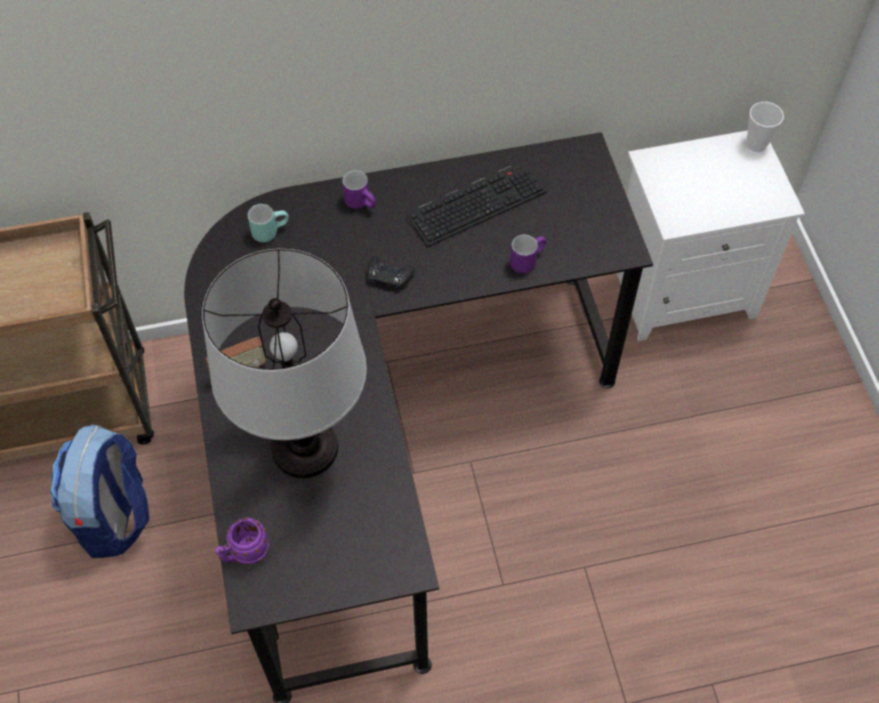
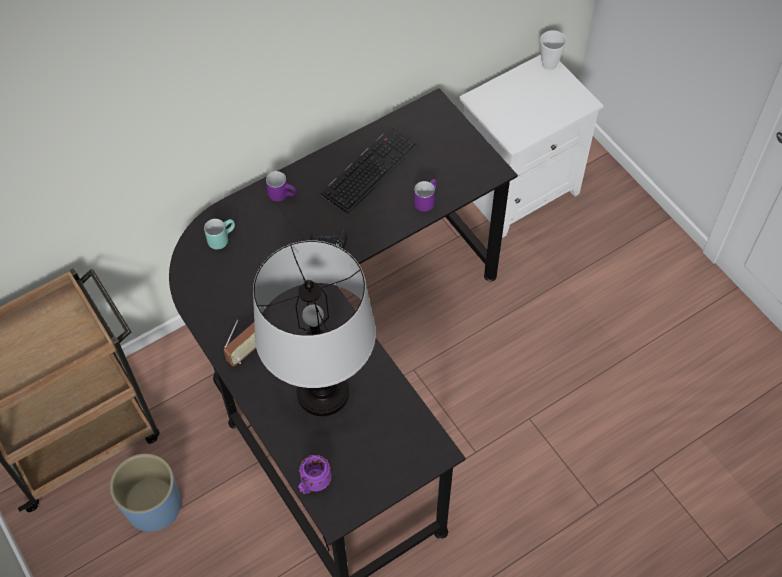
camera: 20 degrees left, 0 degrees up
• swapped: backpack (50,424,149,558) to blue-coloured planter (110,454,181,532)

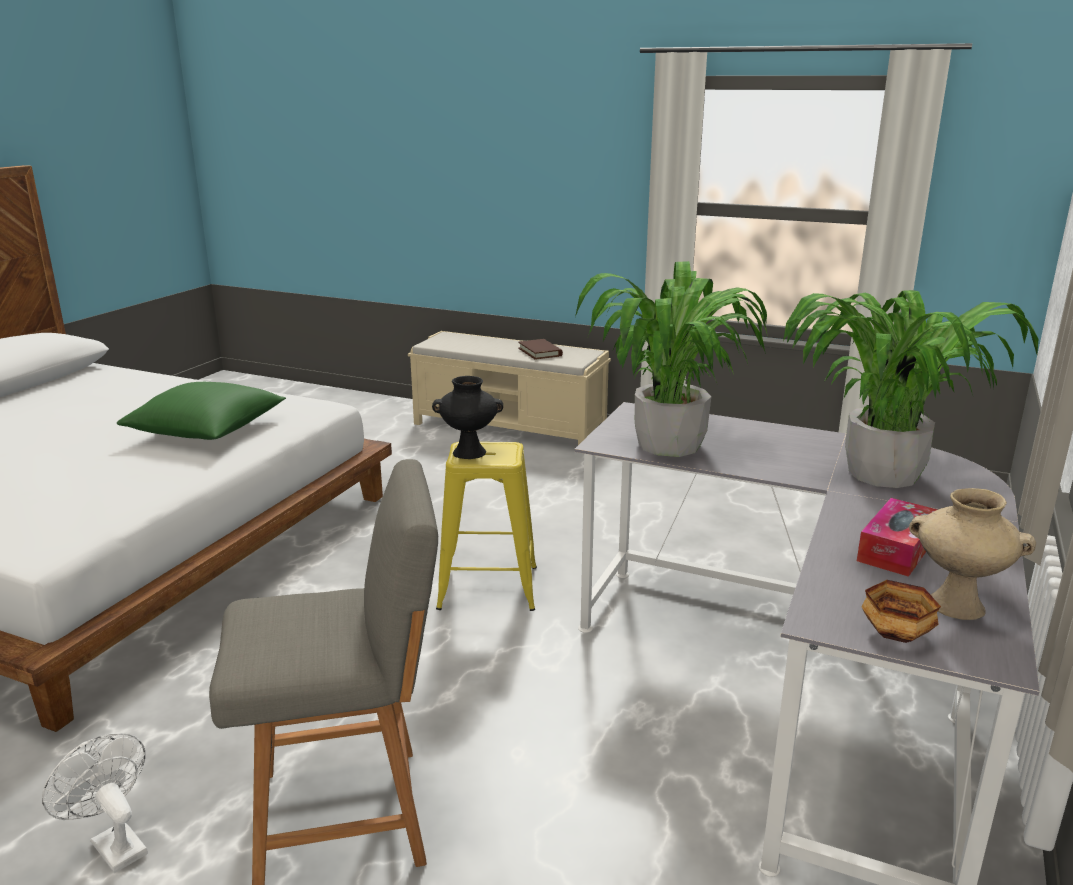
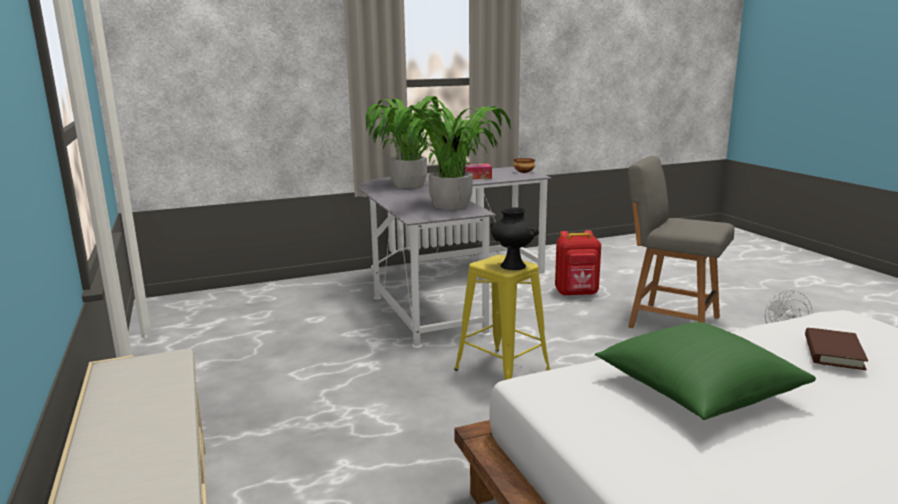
camera: 135 degrees left, 5 degrees down
• shifted: brown-coloured bound book (518,339,563,360) to (805,328,868,370)
• gone: beige-coloured vase (909,488,1036,620)
• new: red backpack (555,230,601,296)

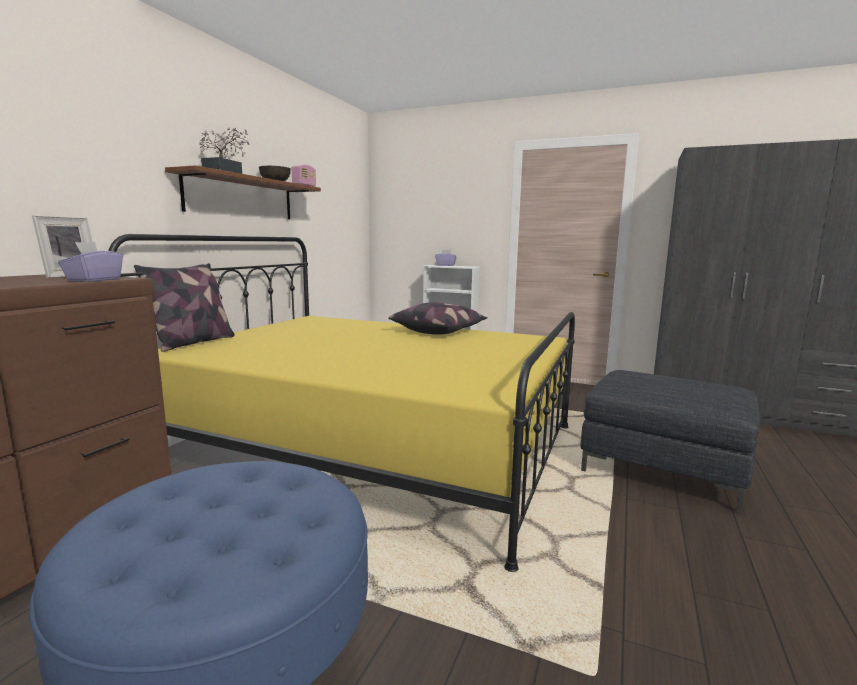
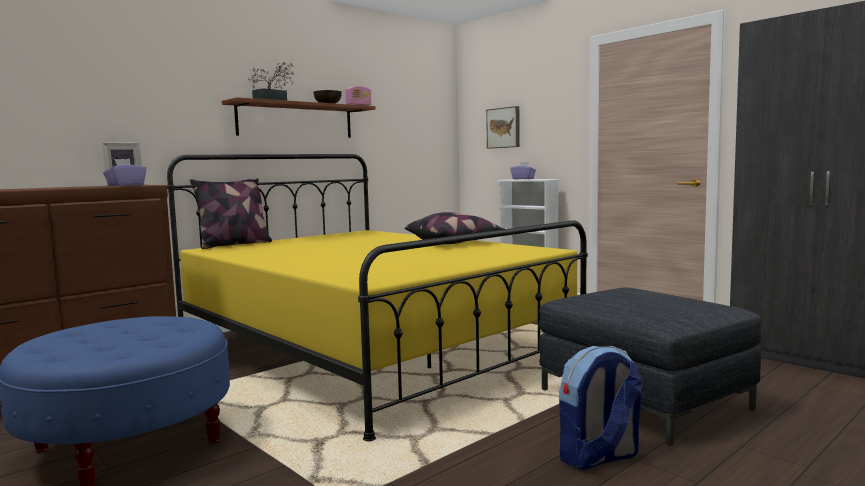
camera: 25 degrees right, 5 degrees down
• new: picture (486,106,520,149)
• new: backpack (559,346,642,470)

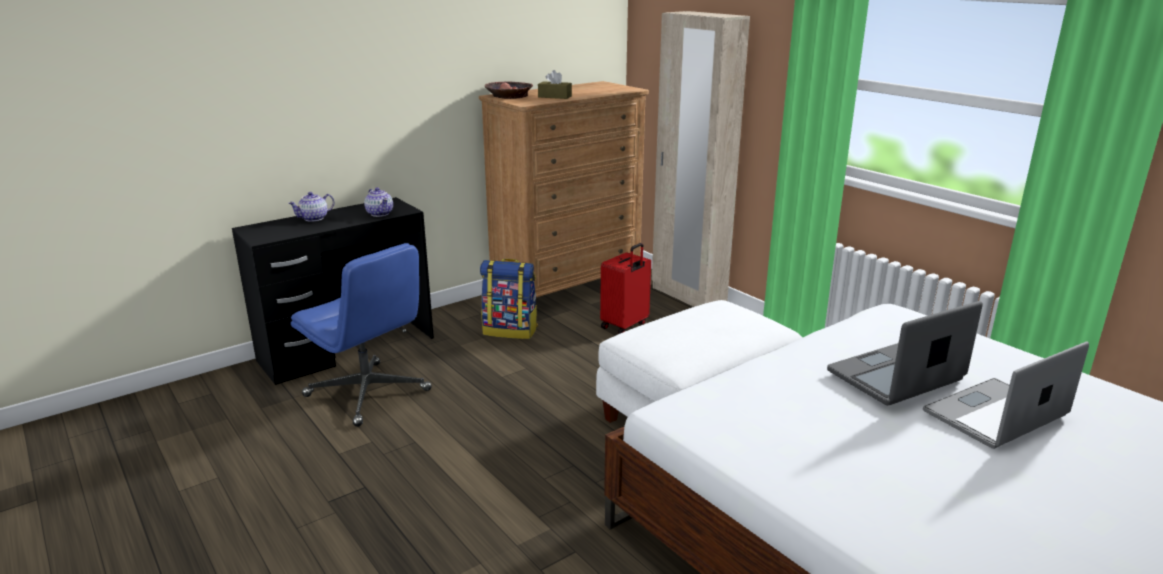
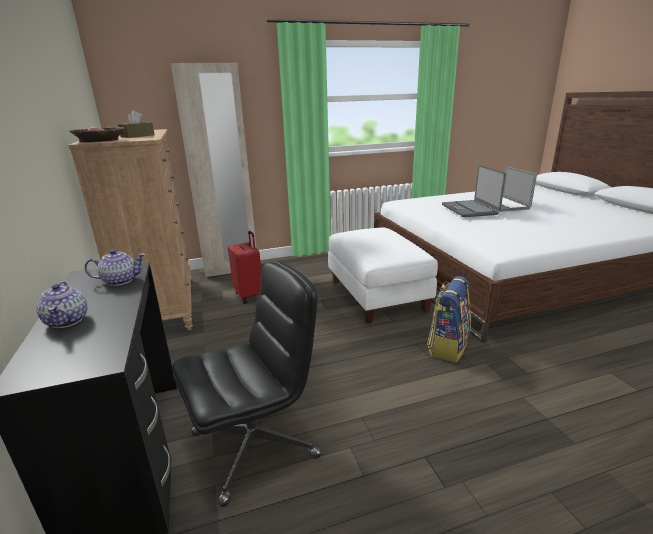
camera: 70 degrees left, 0 degrees up
• repainted: blue-coloured office chair (291,243,432,427) to blackish office chair (173,261,321,507)
• shifted: backpack (480,259,538,339) to (427,276,471,362)

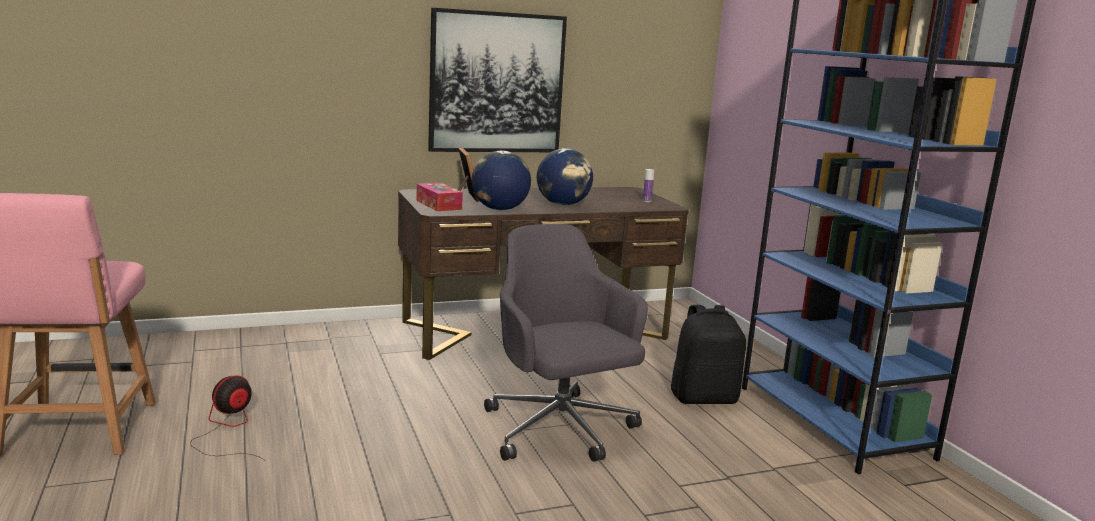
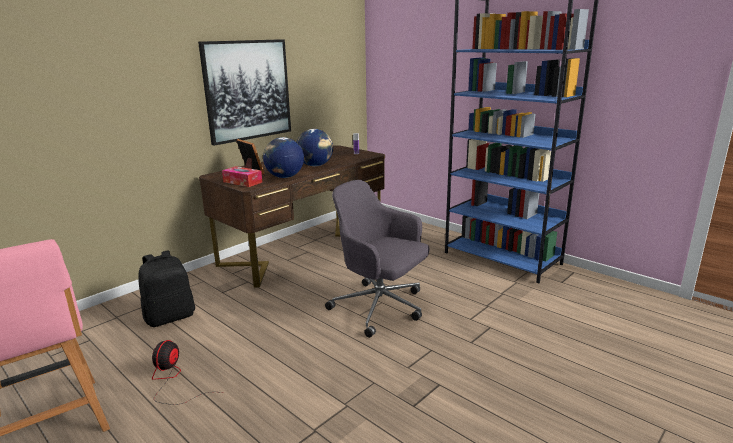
camera: 25 degrees left, 5 degrees up
• shifted: blackish backpack (671,305,746,404) to (138,250,195,327)

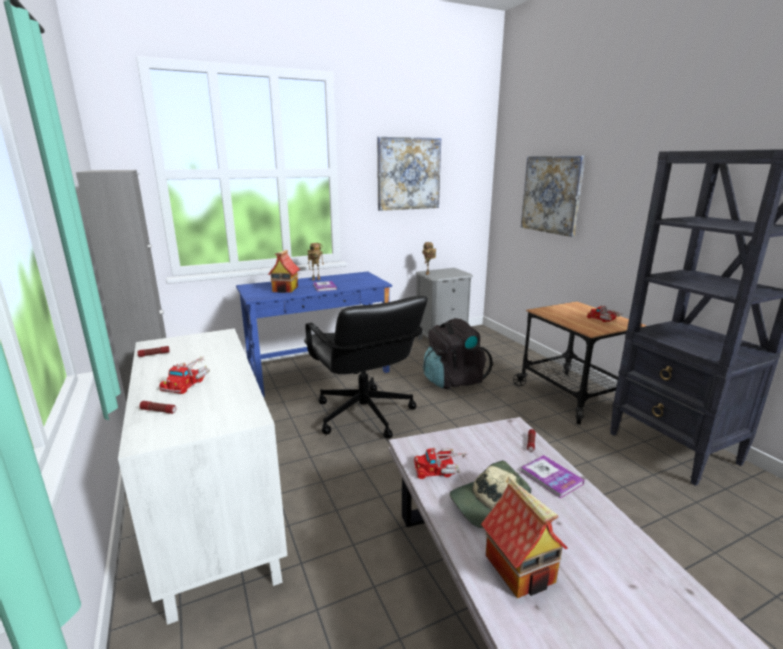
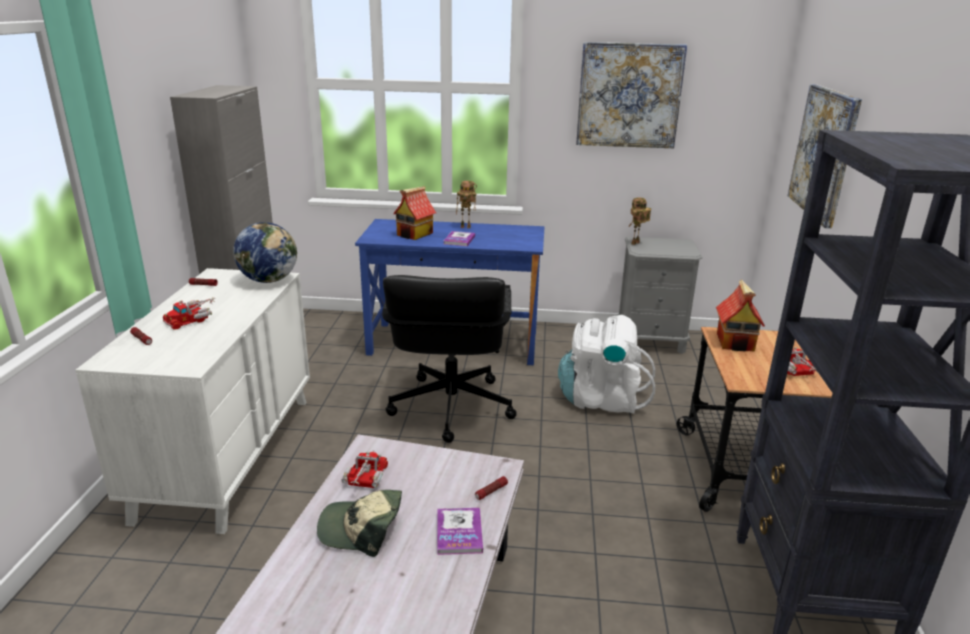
camera: 30 degrees right, 5 degrees up
• repainted: blackish backpack (423,318,492,390) to white-coloured backpack (558,315,655,414)
• rotated: model truck (414,447,469,479) = (341,450,388,488) 75 degrees clockwise
• shifted: model house (481,477,568,598) to (716,279,765,352)
• new: globe (233,222,297,283)

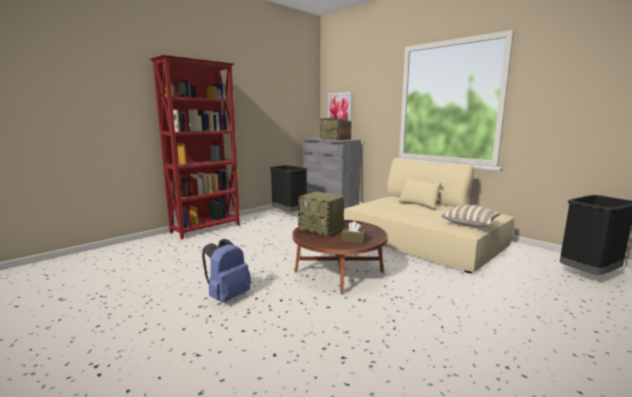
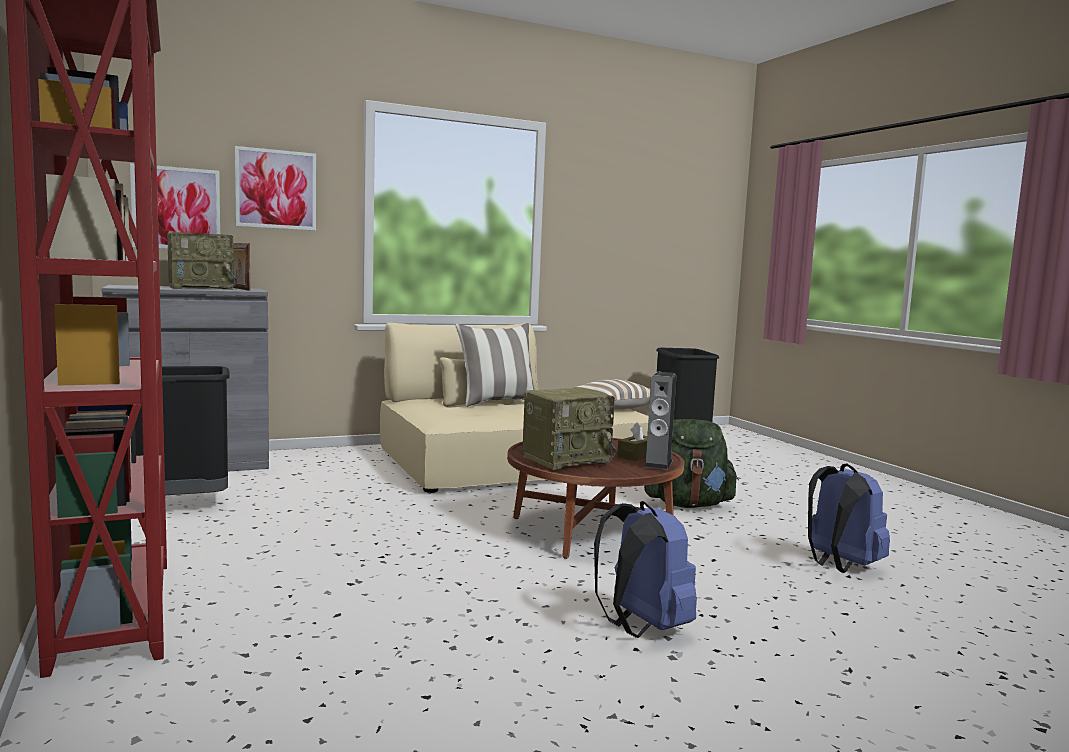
camera: 70 degrees left, 5 degrees down
• new: picture (235,146,316,231)
• new: throw pillow (455,323,535,407)
• new: audio speaker (644,372,676,470)
• new: green backpack (644,419,739,508)
• new: blue-coloured backpack (808,463,890,573)

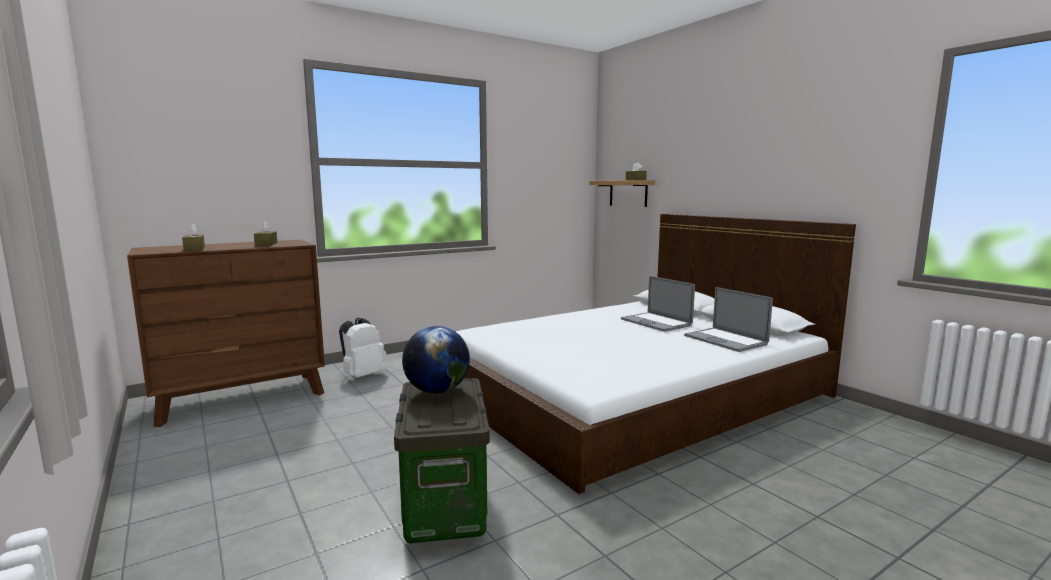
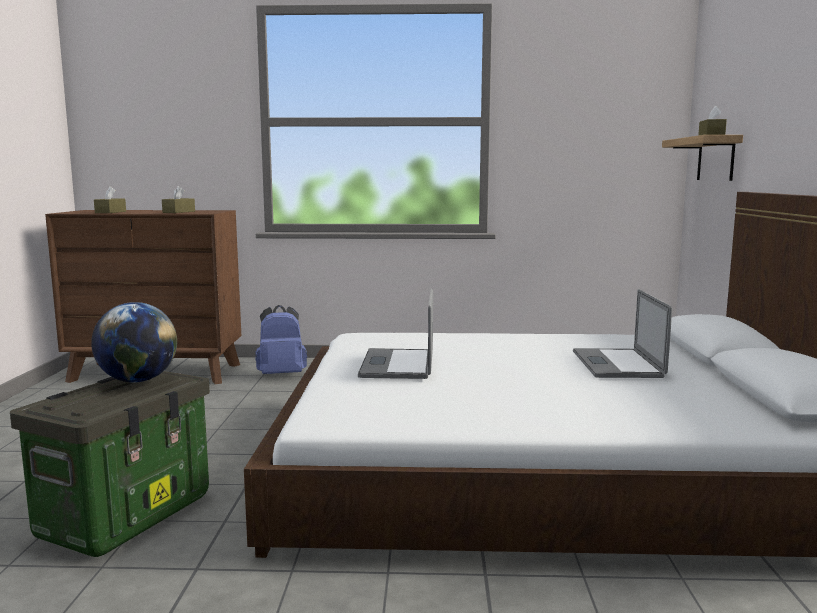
camera: 35 degrees right, 0 degrees up
• shifted: portable computer (684,287,773,352) to (358,288,433,379)
• repainted: white-coloured backpack (339,318,387,378) to blue-coloured backpack (255,305,307,374)

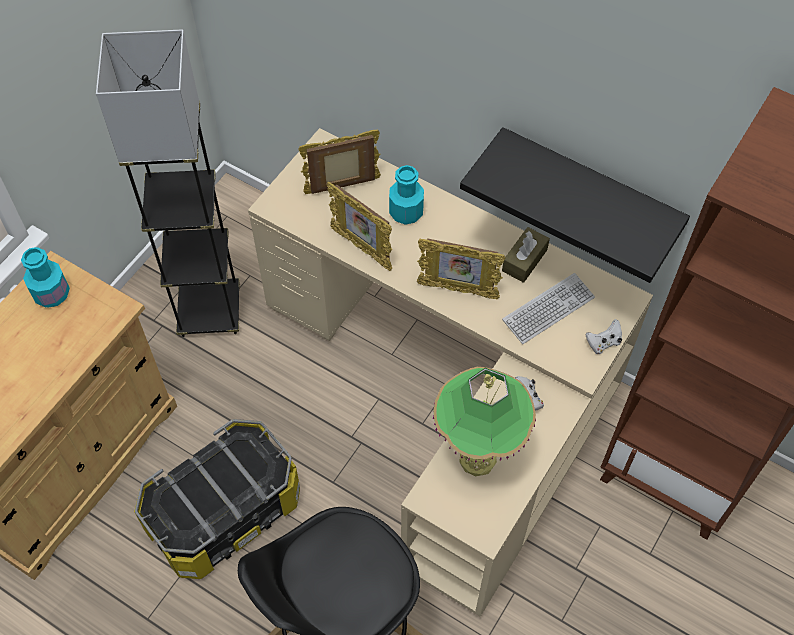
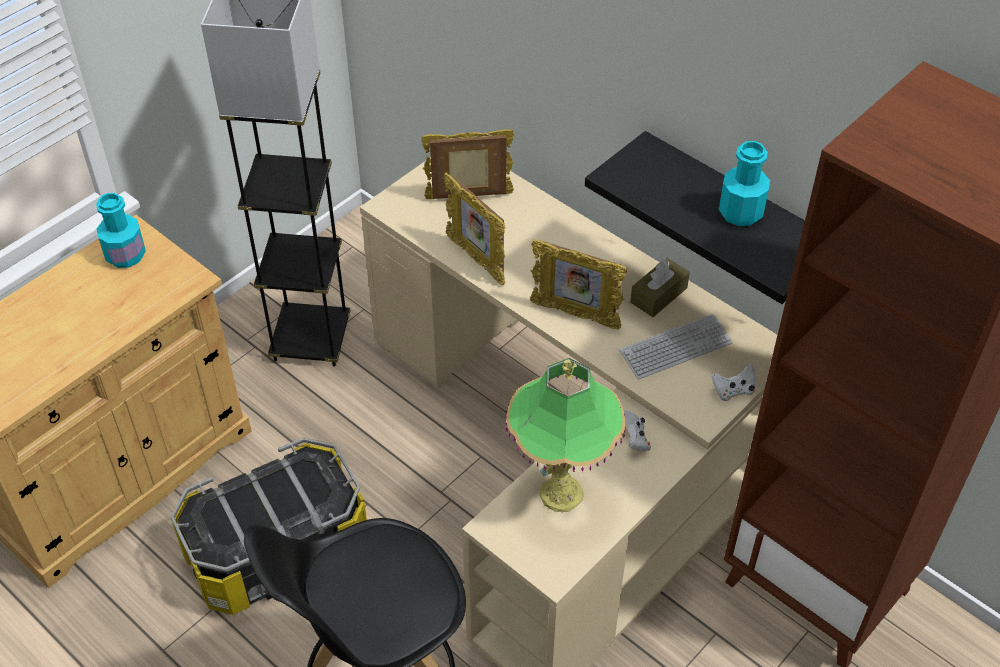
camera: 10 degrees right, 10 degrees down
• shifted: turquoise-coloured drink bottle (389,165,424,225) to (719,141,770,226)

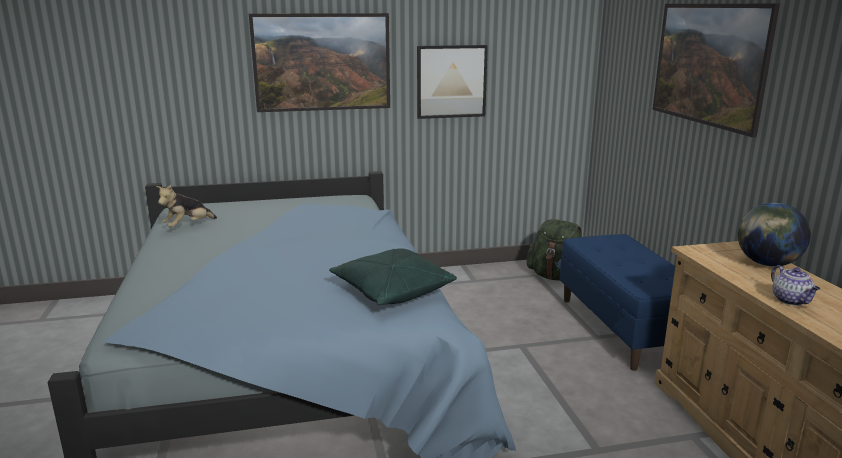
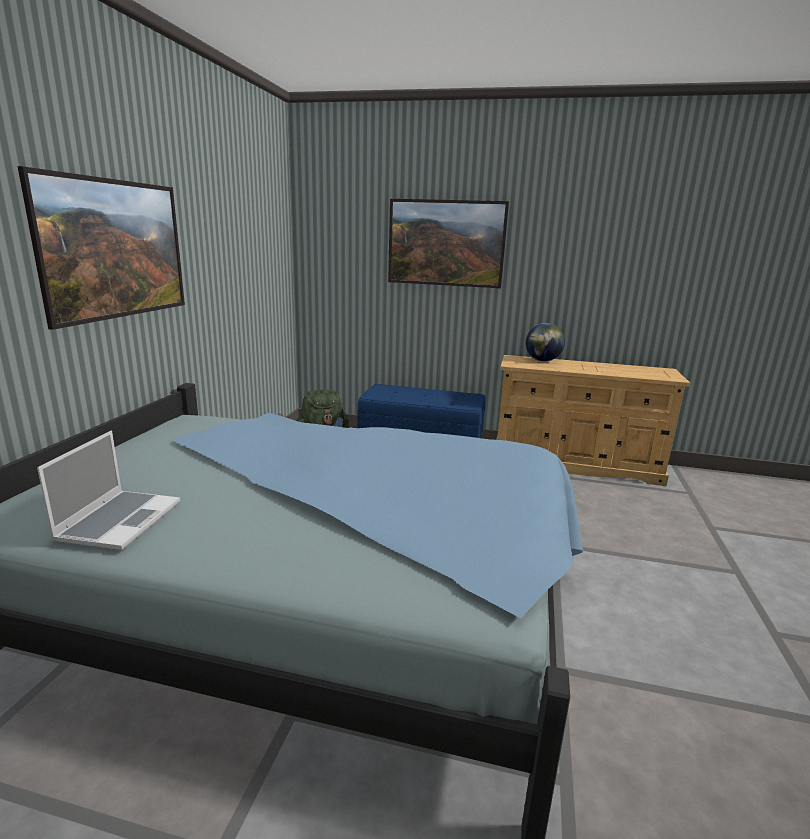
camera: 65 degrees left, 0 degrees up
• gone: picture (417,45,488,119)
• swapped: soft toy (156,185,217,227) to portable computer (37,431,180,550)
• gone: green throw pillow (329,248,457,305)
• gone: teapot (771,265,820,306)

